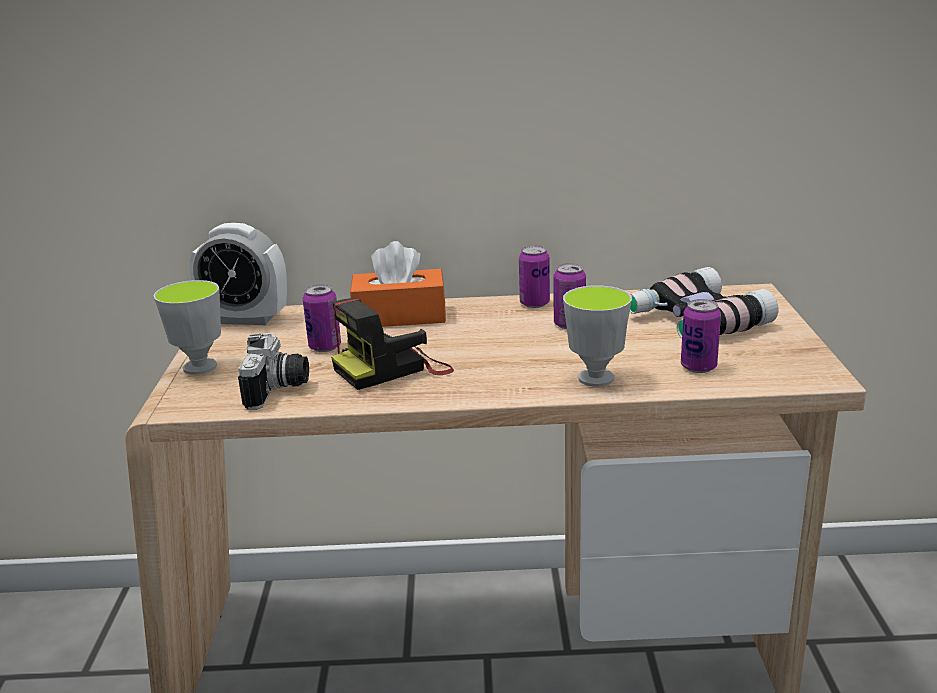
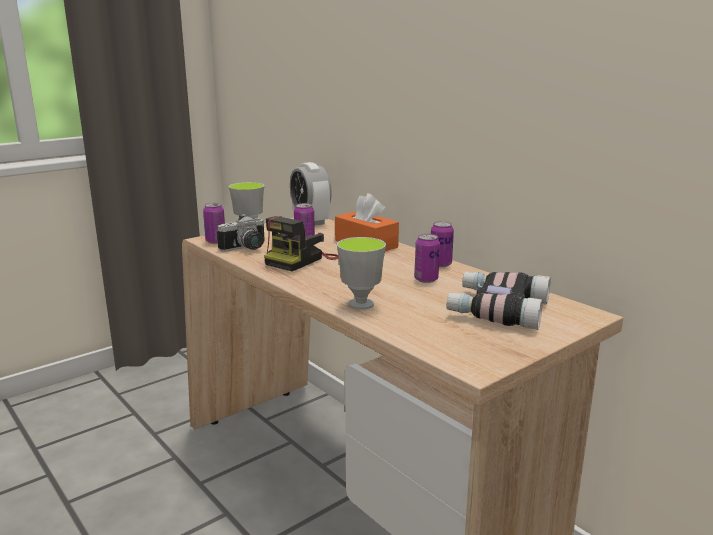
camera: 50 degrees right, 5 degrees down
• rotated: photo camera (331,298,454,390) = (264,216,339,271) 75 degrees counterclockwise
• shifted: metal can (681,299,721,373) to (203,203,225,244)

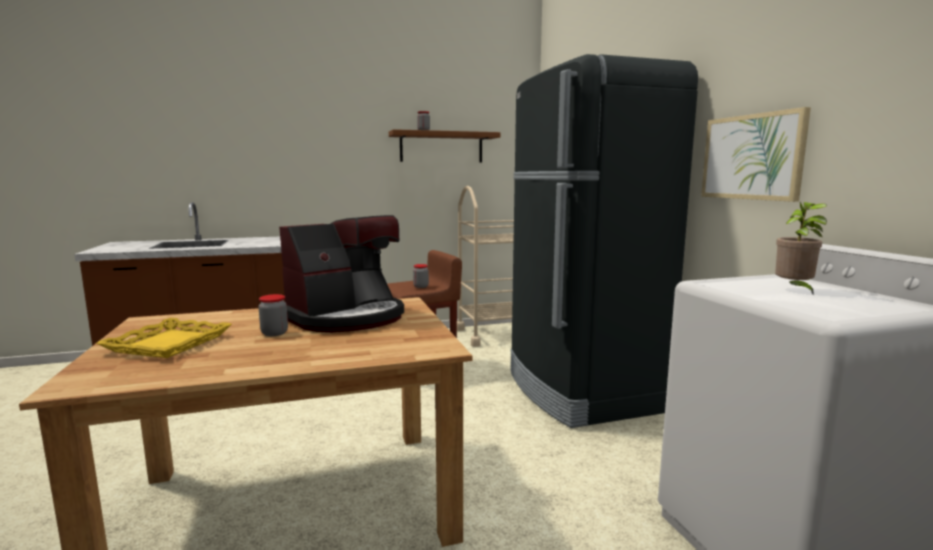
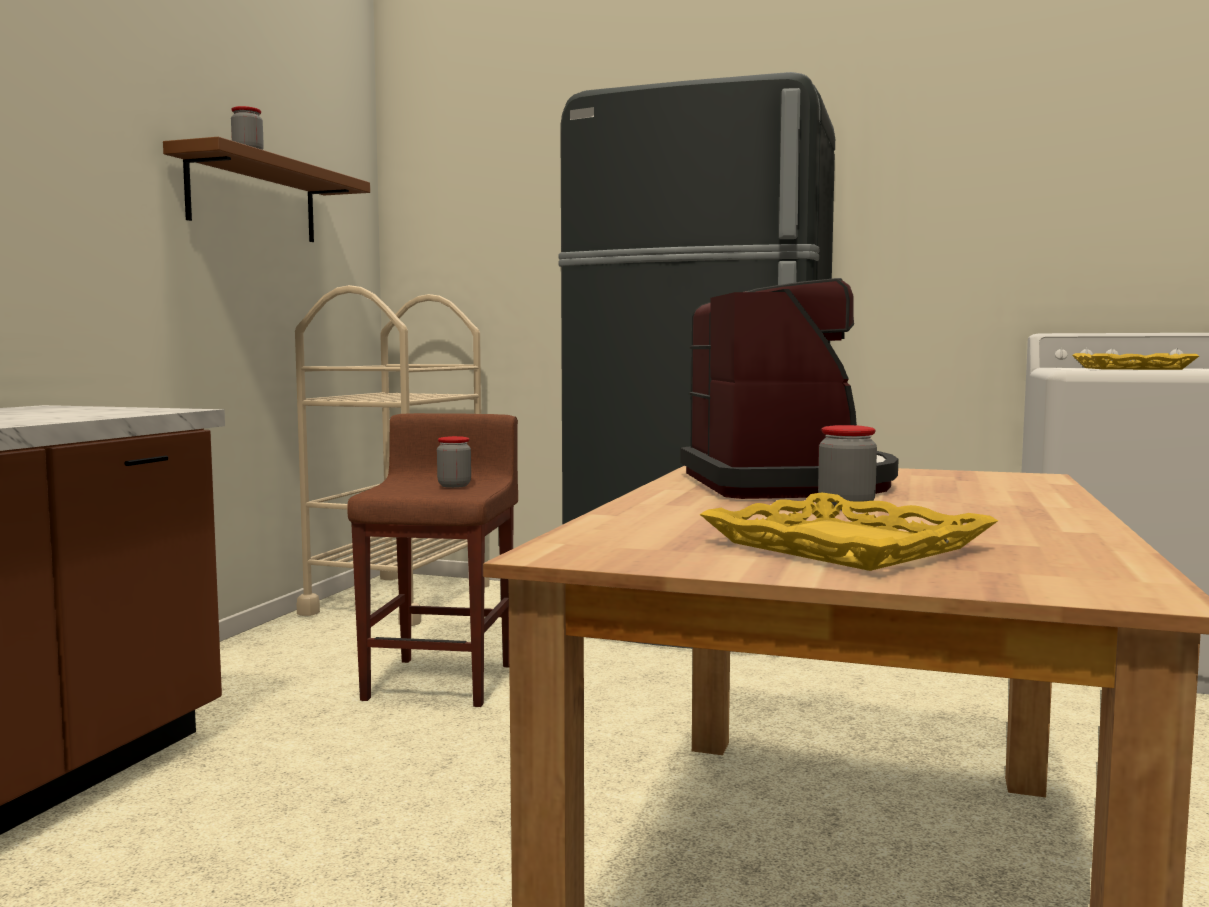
camera: 55 degrees left, 5 degrees down
• gone: picture (701,107,811,202)
• swapped: potted plant (775,202,827,294) to yellow tray (1072,353,1199,370)

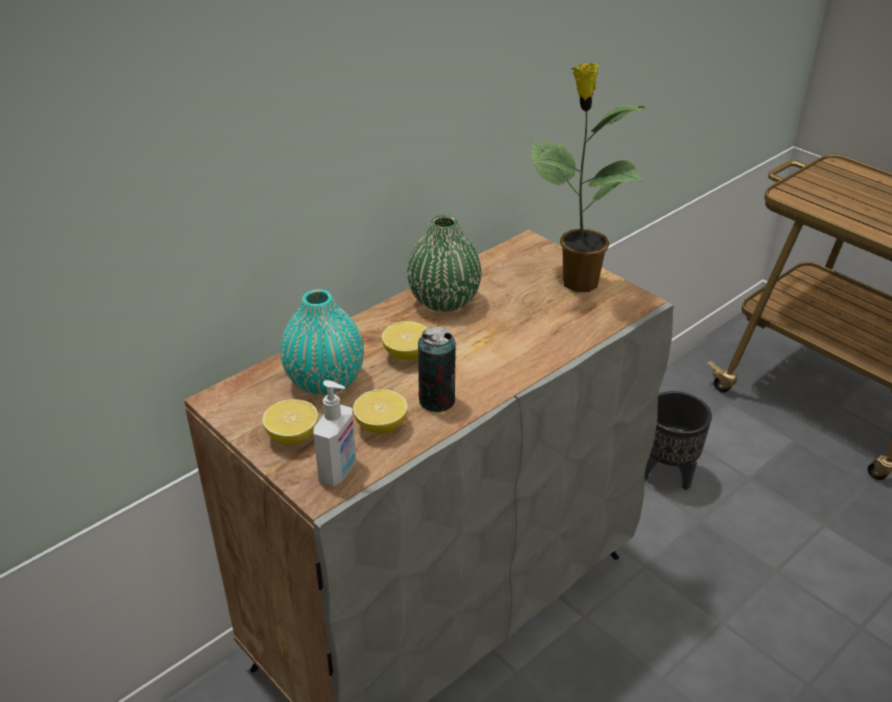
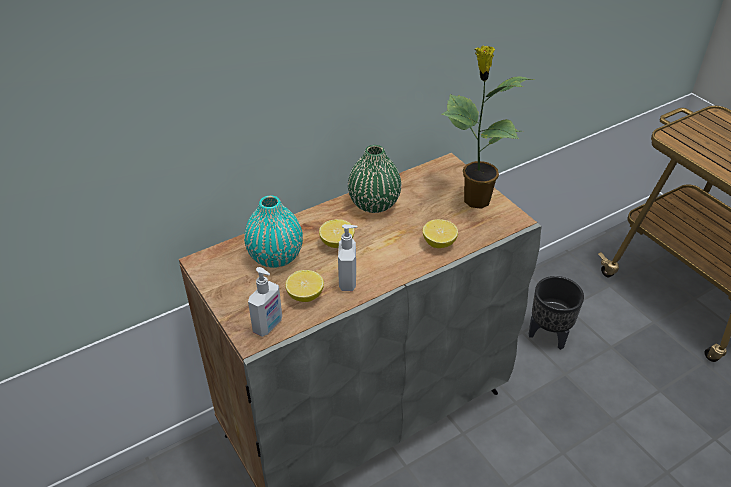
camera: 10 degrees right, 5 degrees up
• swapped: metal can (418,327,456,412) to liquid soap bottle (338,224,358,291)
• shifted: whole lemon (262,399,318,445) to (423,219,458,248)

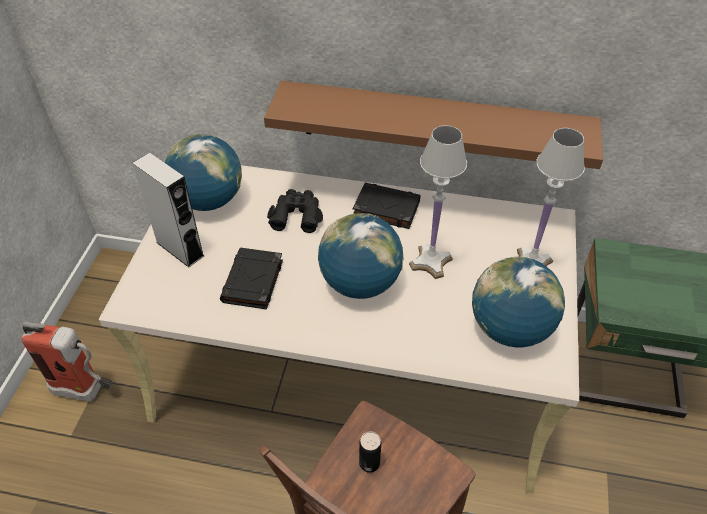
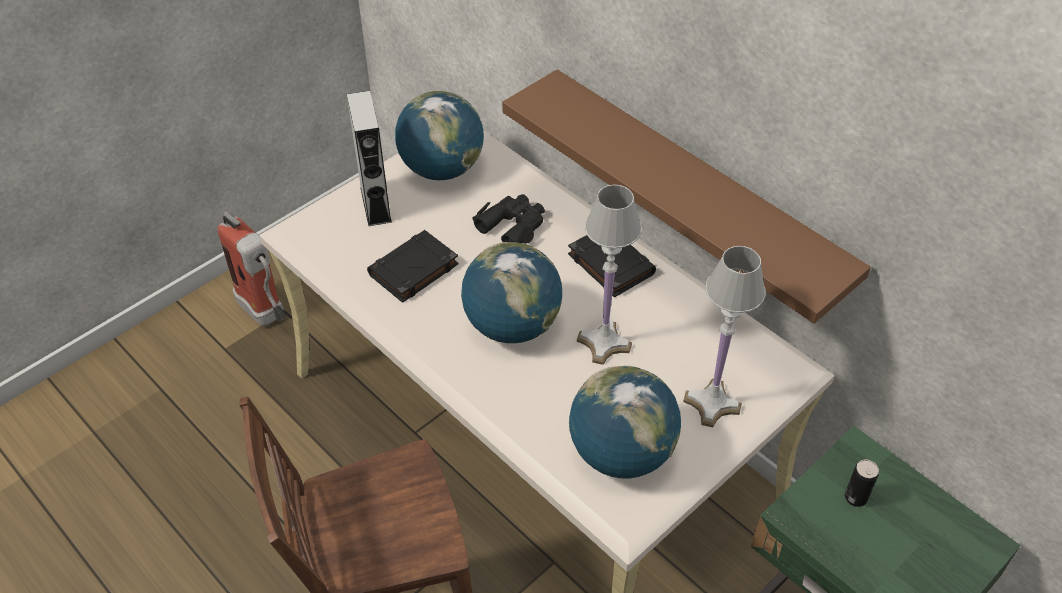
camera: 35 degrees right, 0 degrees up
• shifted: metal can (359,431,381,473) to (845,460,879,507)

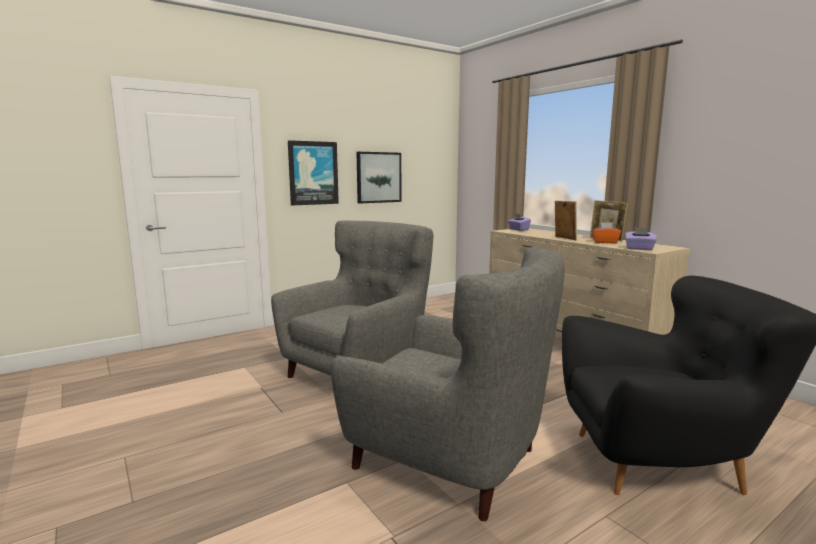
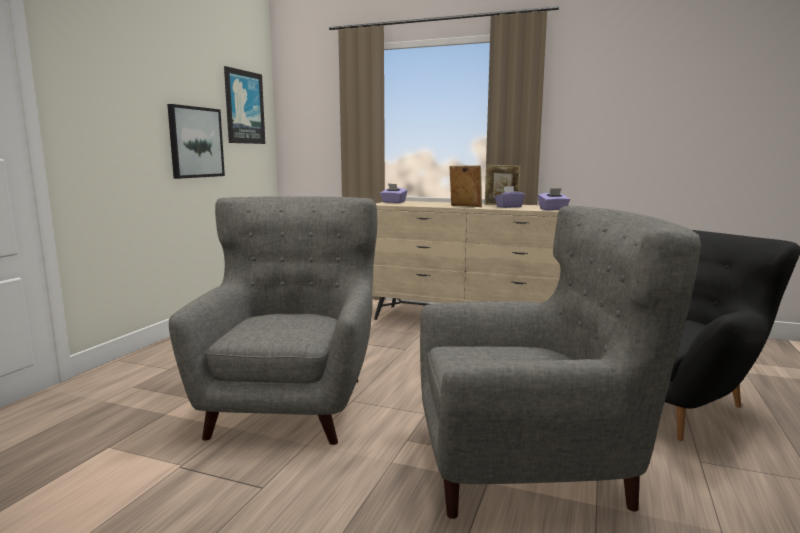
camera: 35 degrees left, 0 degrees up
• shifted: picture (288,140,339,206) to (224,66,265,144)
• repainted: orange-coloured tissue box (592,222,621,243) to purple-coloured tissue box (494,186,525,208)

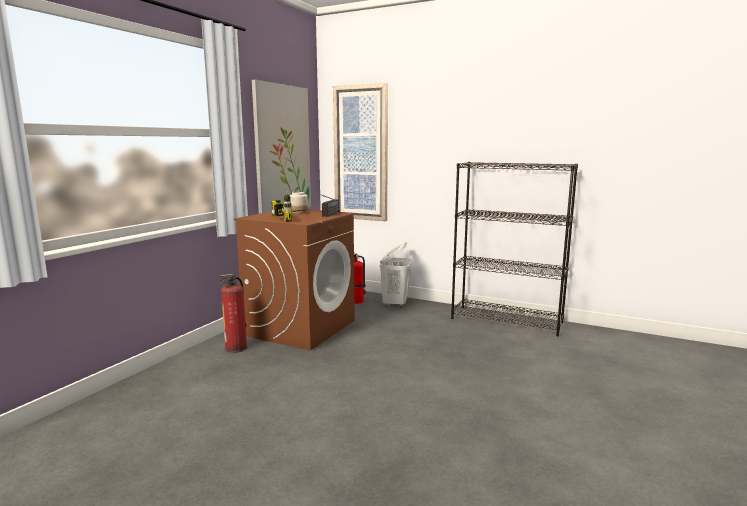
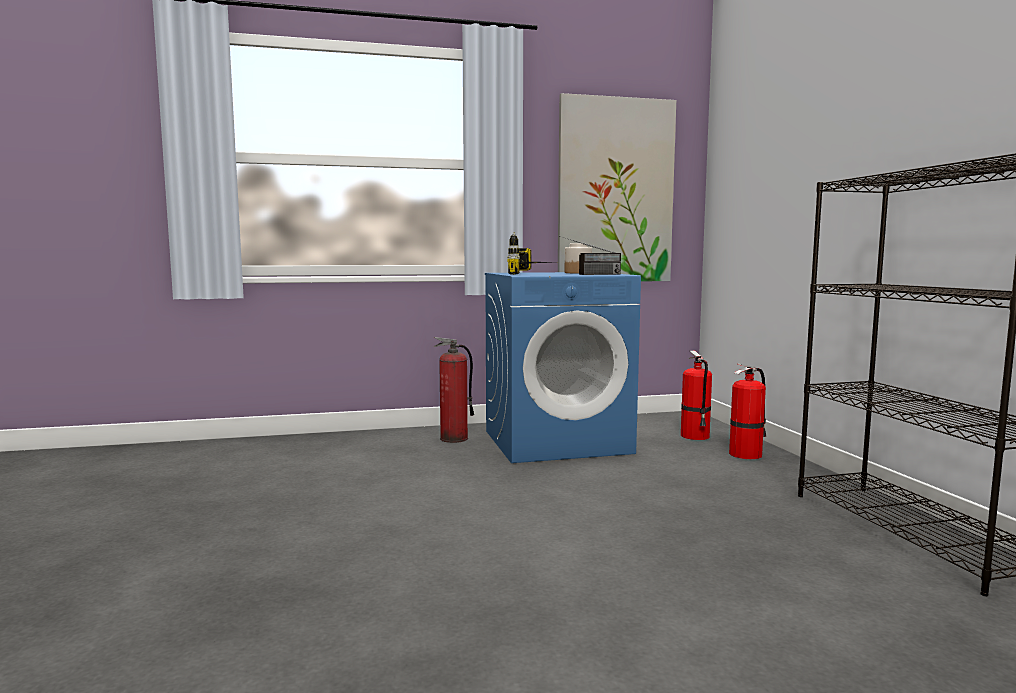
camera: 50 degrees right, 5 degrees down
• gone: picture (333,83,388,221)
• repainted: brown-coloured washing machine (234,210,355,351) to blue-coloured washing machine (485,272,641,463)
• swapped: white-coloured hamper (380,242,412,308) to fire-fighting cylinder (729,363,766,459)

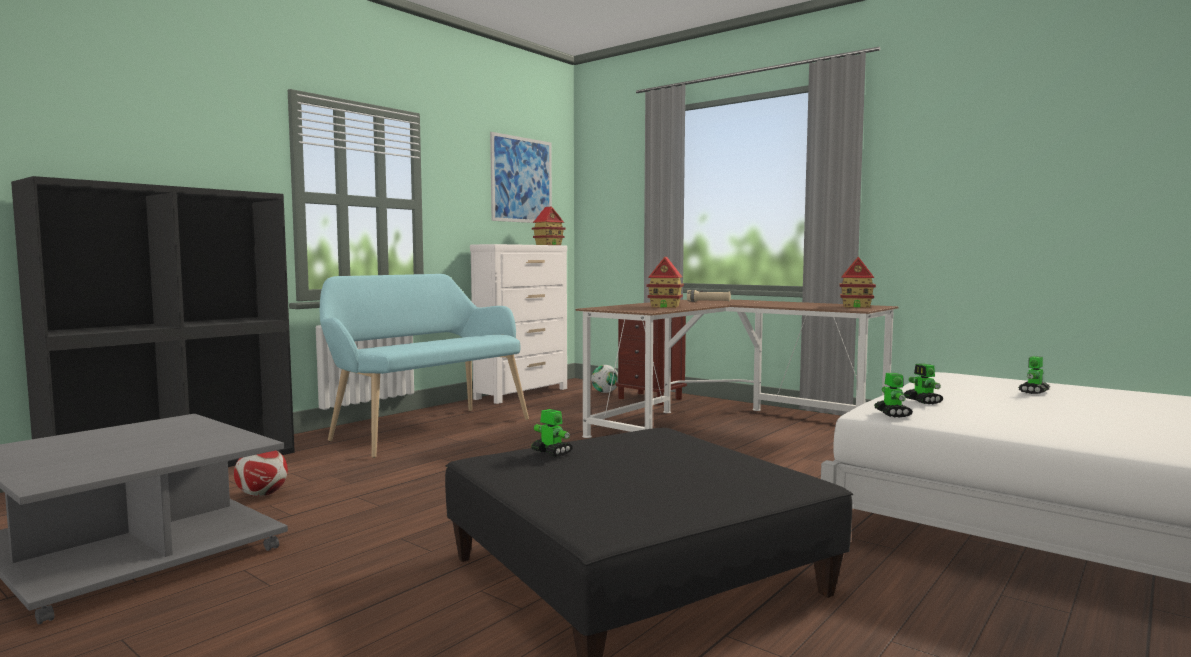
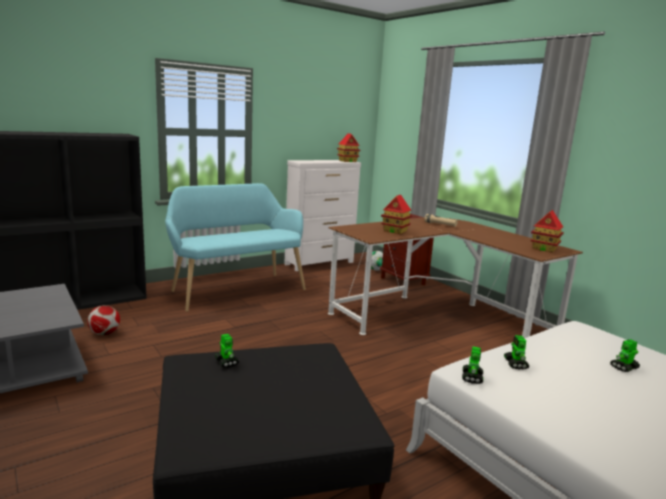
camera: 15 degrees right, 10 degrees up
• gone: picture (490,132,552,223)

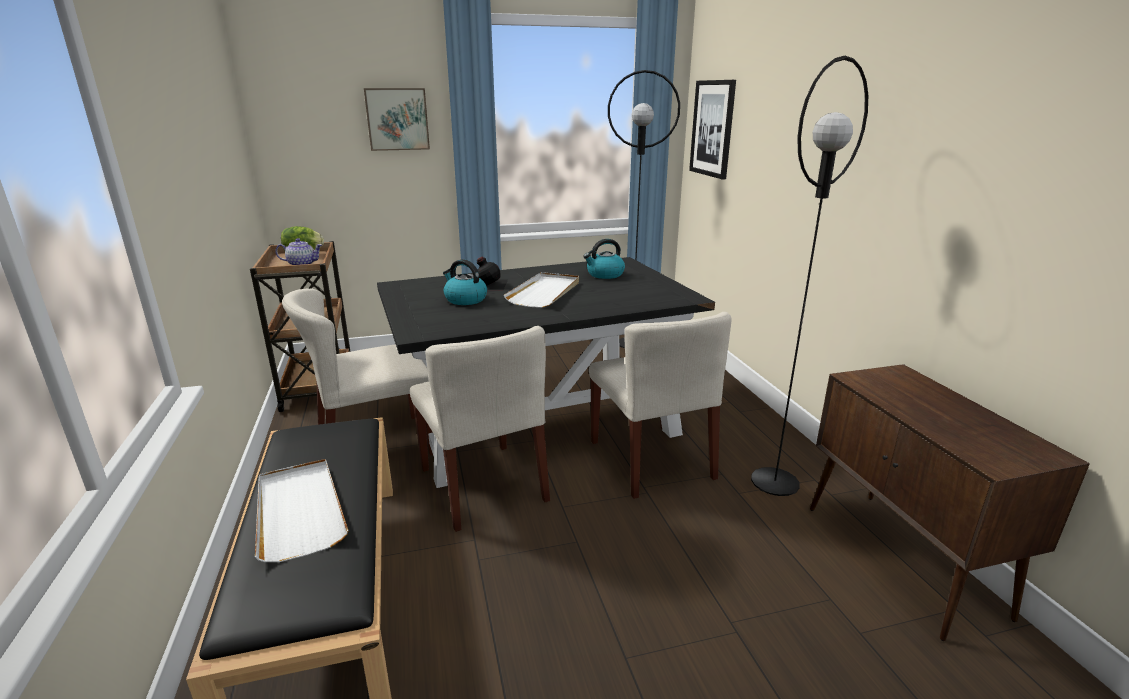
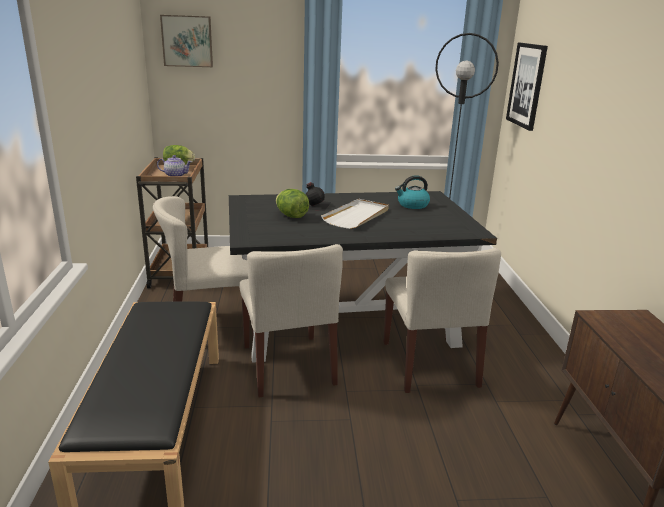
camera: 10 degrees right, 0 degrees up
• gone: blackish floor lamp (751,56,868,496)
• shifted: picture (364,88,430,151) to (160,15,213,67)
• swapped: kettle (443,259,487,305) to lettuce (276,189,309,218)
• gone: white-coloured tray (255,459,348,562)

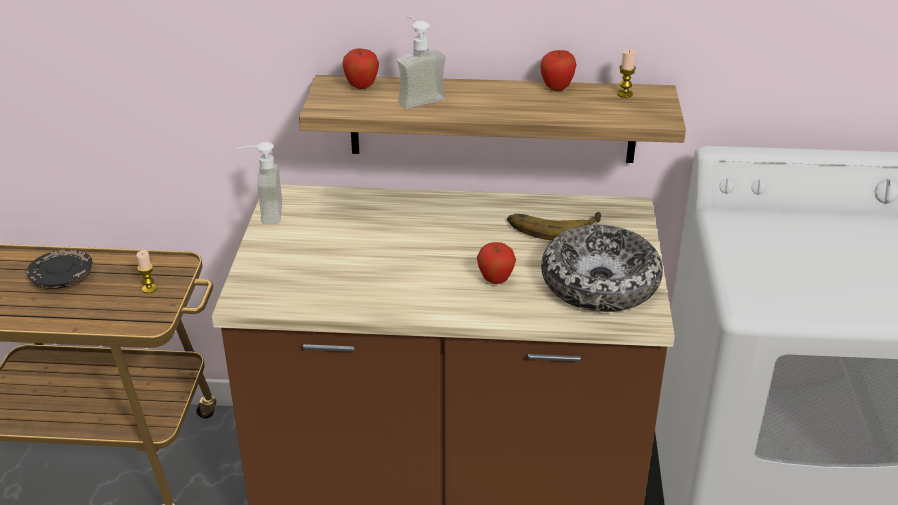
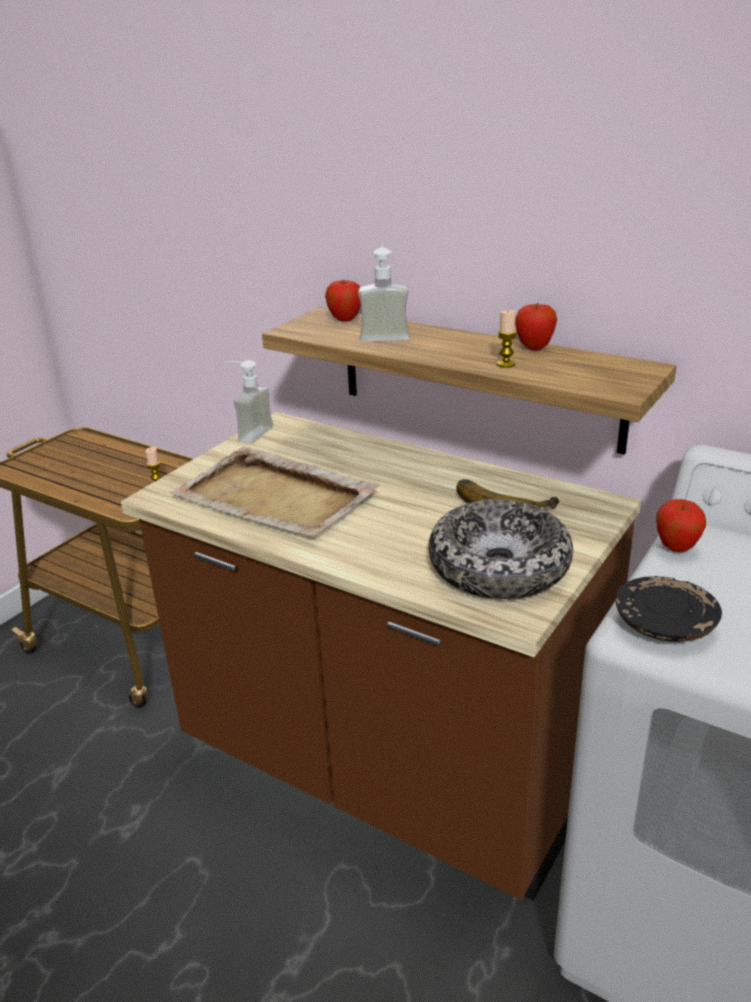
camera: 30 degrees right, 5 degrees down
• shifted: wax light (617,49,636,98) to (497,310,517,368)
• shifted: whole apple (477,242,516,284) to (656,499,706,552)
• shifted: blackish flat dish (27,250,93,289) to (615,576,722,642)
• new: beige-coloured tray (170,447,380,537)

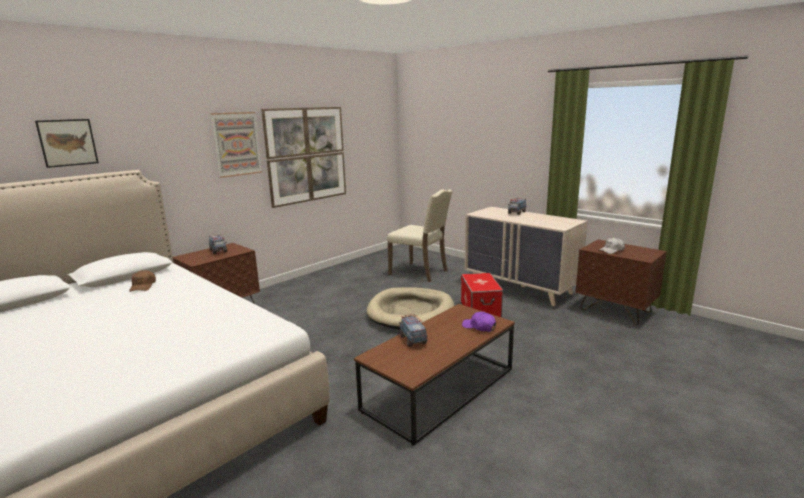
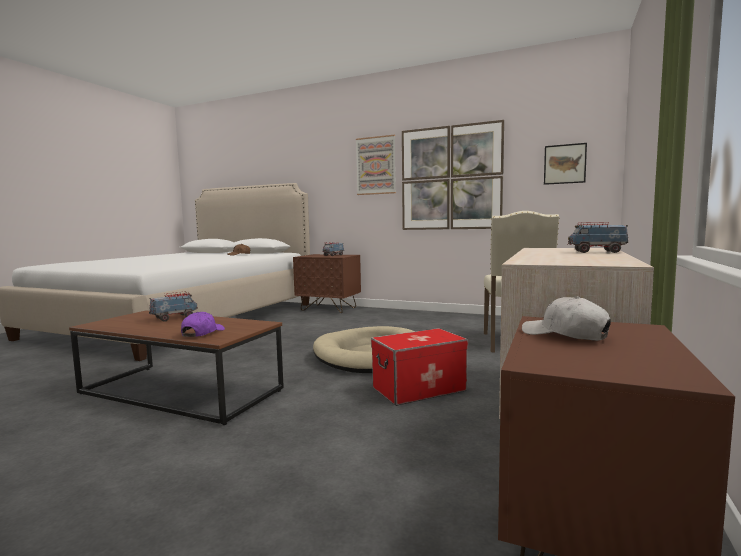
camera: 70 degrees right, 10 degrees down
• shifted: picture (35,119,99,168) to (544,143,587,185)

